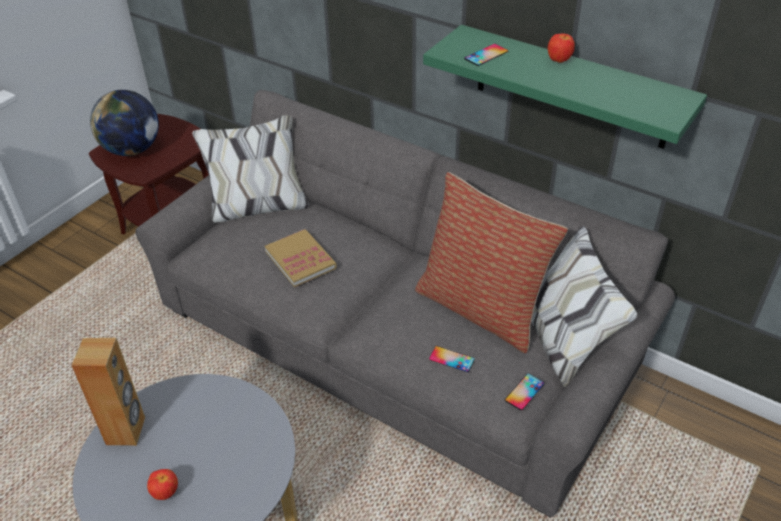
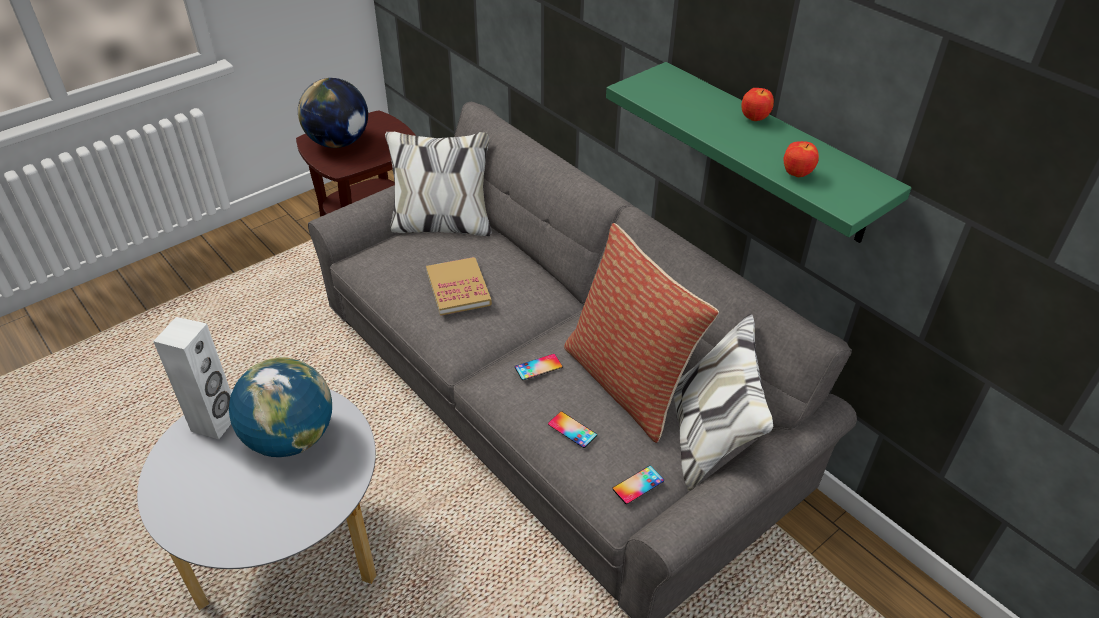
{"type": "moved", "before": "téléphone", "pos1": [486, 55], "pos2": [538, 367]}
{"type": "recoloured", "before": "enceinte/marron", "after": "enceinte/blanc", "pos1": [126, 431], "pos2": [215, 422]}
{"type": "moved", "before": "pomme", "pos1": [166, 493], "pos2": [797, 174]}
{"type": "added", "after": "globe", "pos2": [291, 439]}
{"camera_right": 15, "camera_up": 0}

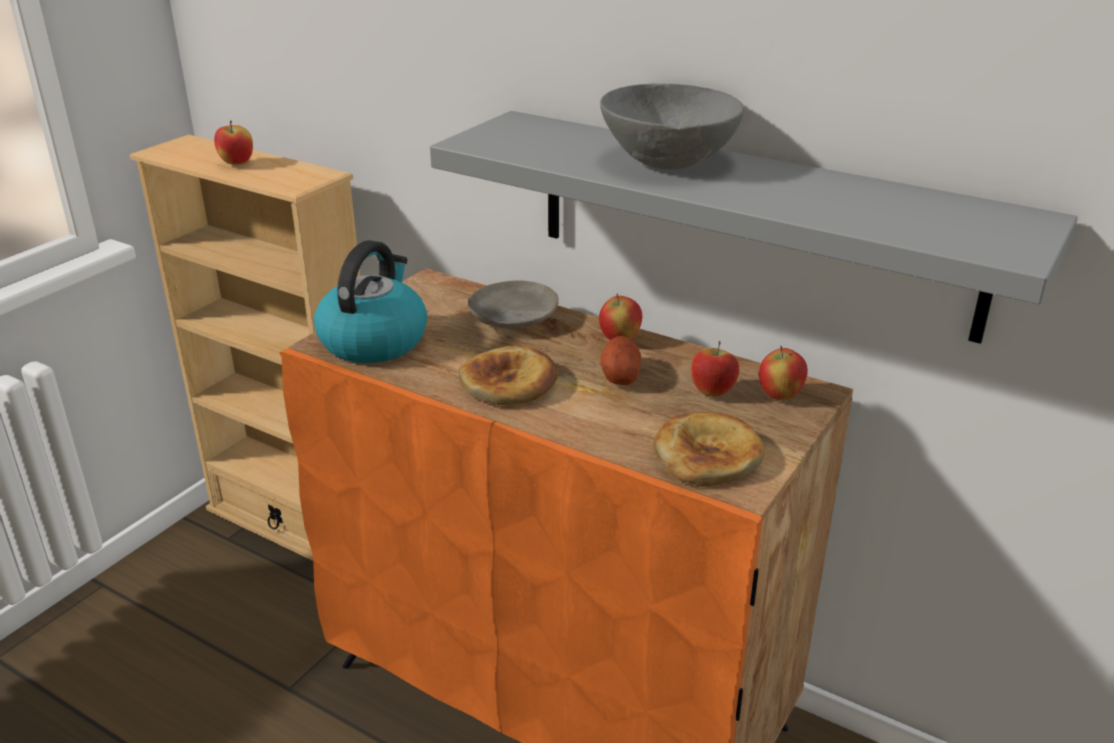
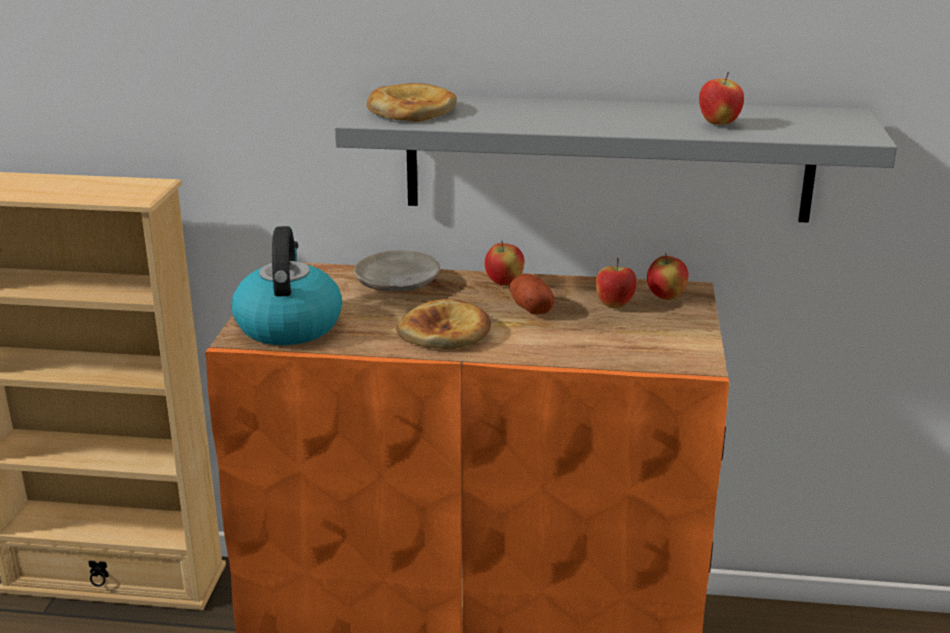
{"type": "removed", "before": "bol/gris", "pos1": [668, 160]}
{"type": "moved", "before": "pomme", "pos1": [237, 164], "pos2": [719, 124]}
{"type": "moved", "before": "pain", "pos1": [707, 455], "pos2": [411, 110]}
{"camera_right": -25, "camera_up": -5}

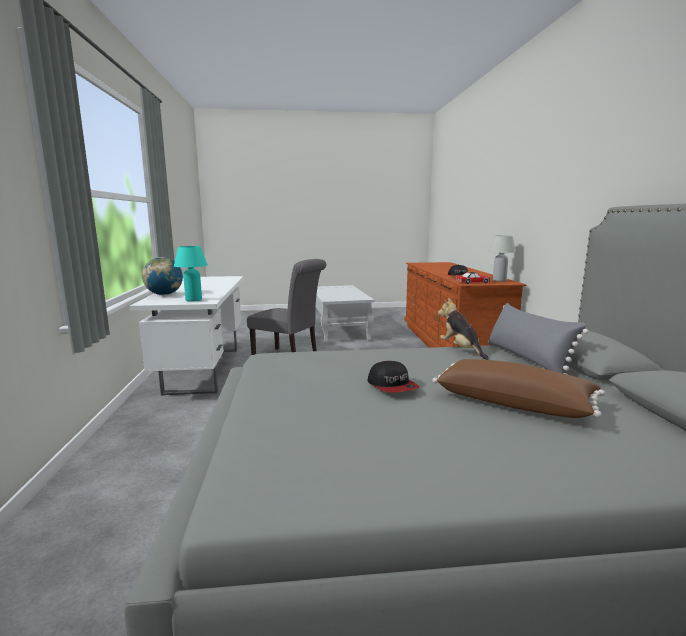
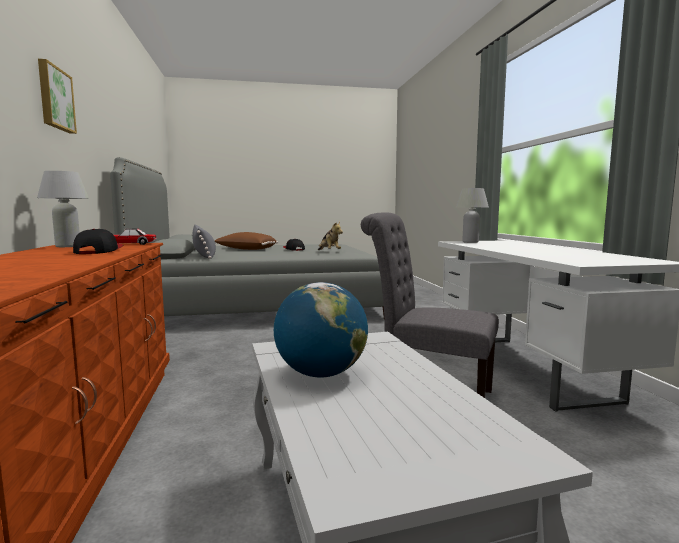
{"type": "recoloured", "before": "lampe de table/turquoise", "after": "lampe de table/blanc", "pos1": [193, 300], "pos2": [470, 242]}
{"type": "moved", "before": "globe", "pos1": [164, 294], "pos2": [321, 374]}
{"type": "moved", "before": "peluche", "pos1": [461, 350], "pos2": [329, 252]}
{"type": "added", "after": "tableau", "pos2": [54, 98]}
{"camera_right": 175, "camera_up": -5}

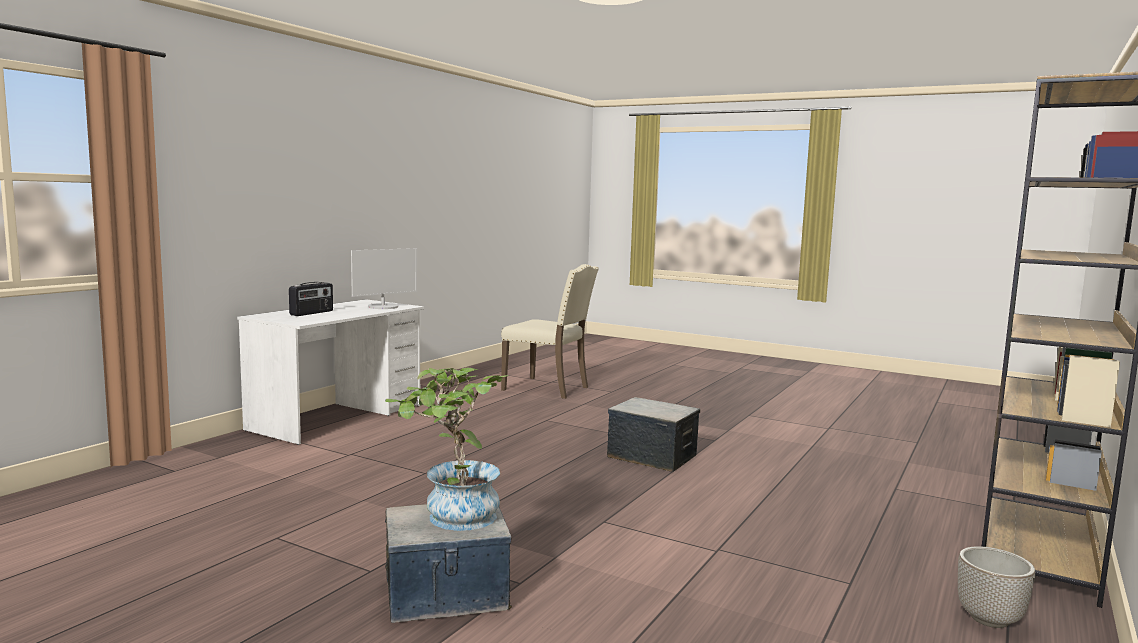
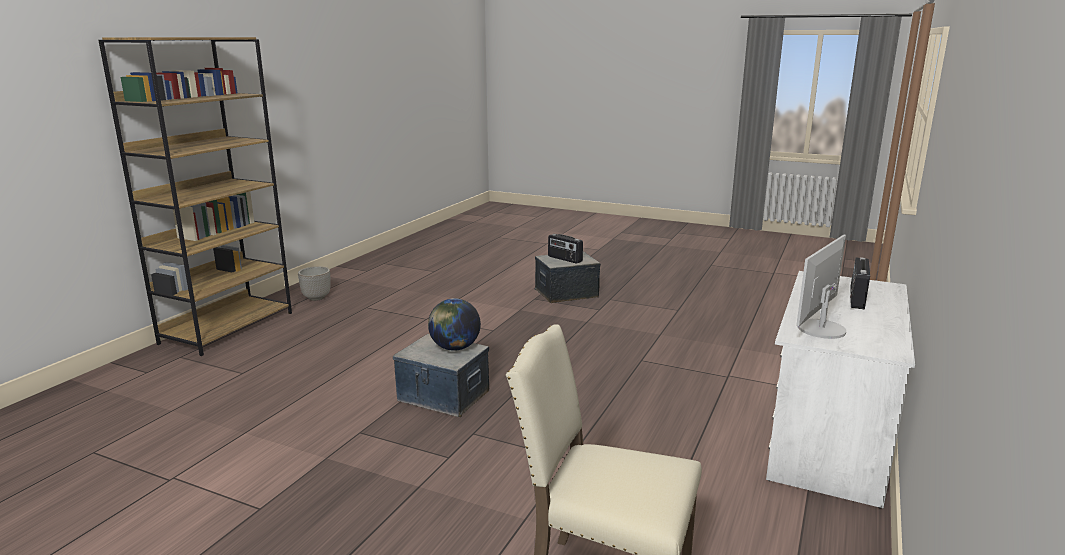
{"type": "replaced", "before": "plante en pot", "after": "radio", "pos1": [452, 518], "pos2": [564, 259]}
{"type": "added", "after": "globe", "pos2": [454, 348]}
{"camera_right": 175, "camera_up": 10}

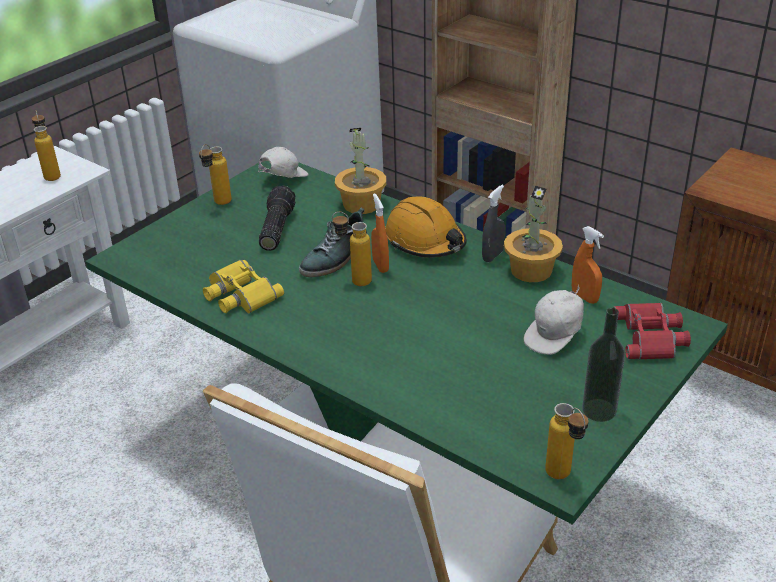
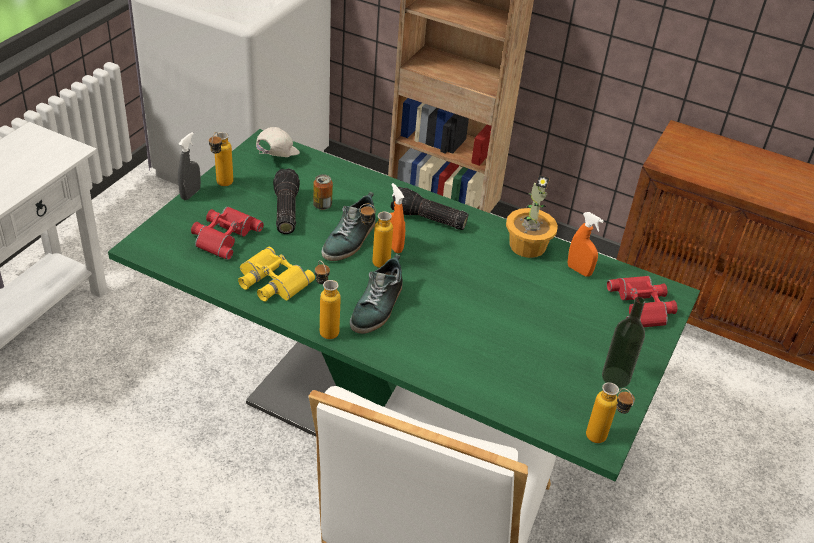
{"type": "moved", "before": "bouteille", "pos1": [52, 174], "pos2": [325, 328]}
{"type": "removed", "before": "plante en pot", "pos1": [361, 205]}
{"type": "moved", "before": "vaporisateur/gris", "pos1": [492, 256], "pos2": [190, 194]}
{"type": "replaced", "before": "casque de chantier/orange", "after": "lampe de poche", "pos1": [425, 241], "pos2": [427, 219]}
{"type": "removed", "before": "casquette/blanc", "pos1": [555, 336]}
{"type": "added", "after": "boîte métallique", "pos2": [322, 205]}
{"type": "added", "after": "jumelles/rouge", "pos2": [224, 235]}
{"type": "added", "after": "chaussure", "pos2": [378, 307]}
{"camera_right": -15, "camera_up": 5}

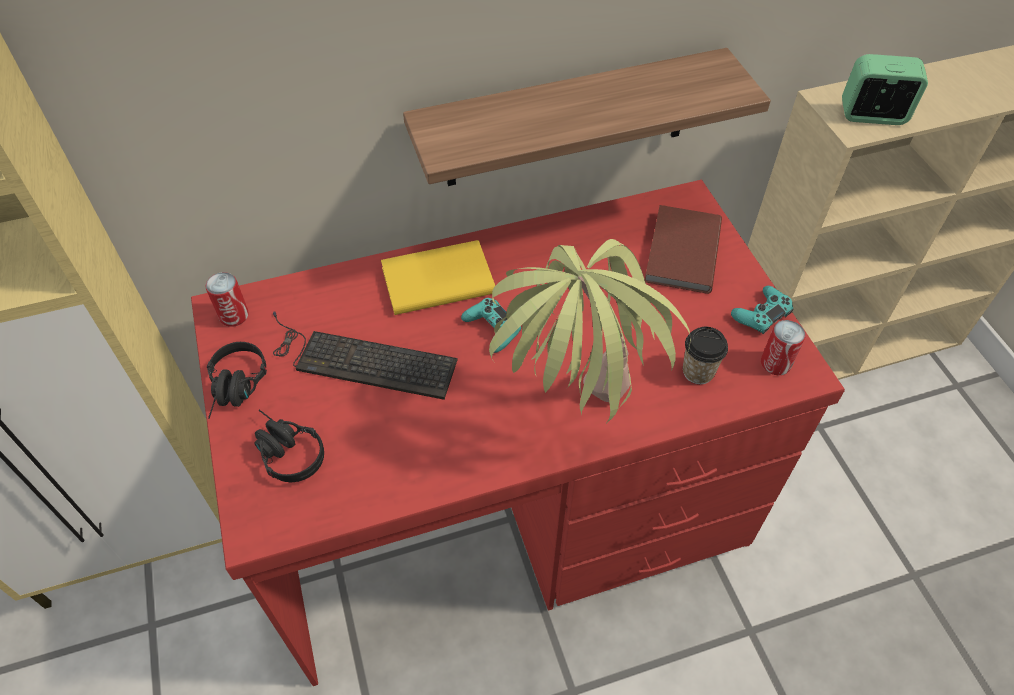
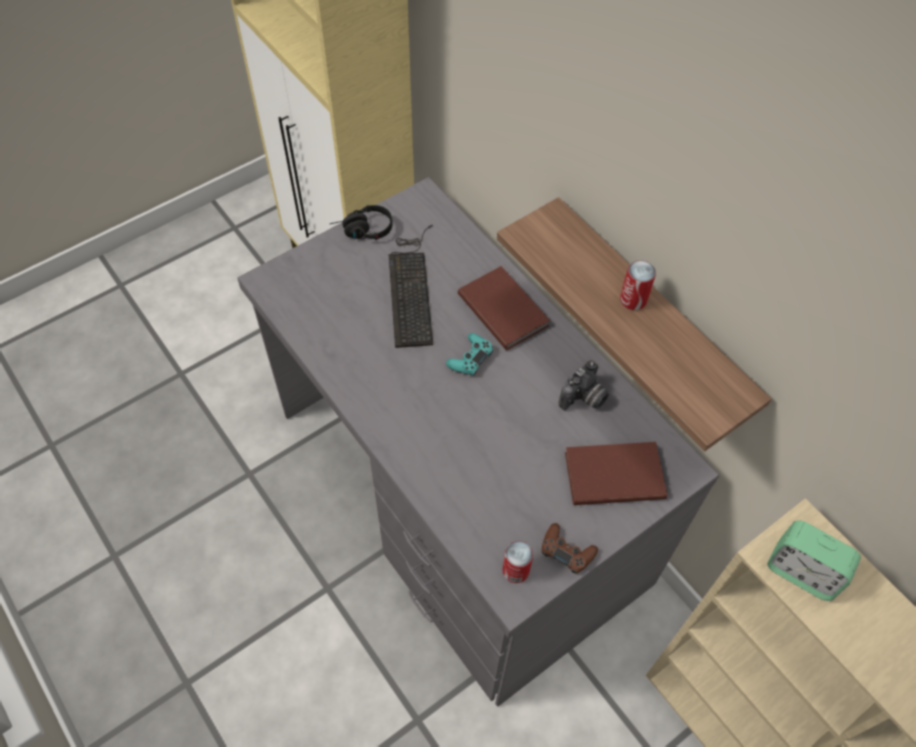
{"type": "turned", "before": "réveil", "pos1": [872, 115], "pos2": [802, 572], "turn": 135}
{"type": "recoloured", "before": "bureau/rouge", "after": "bureau/gris", "pos1": [507, 510], "pos2": [459, 498]}
{"type": "removed", "before": "plante en pot", "pos1": [572, 420]}
{"type": "recoloured", "before": "livre/jaune", "after": "livre/marron", "pos1": [436, 279], "pos2": [504, 308]}
{"type": "moved", "before": "boîte métallique", "pos1": [234, 315], "pos2": [633, 299]}
{"type": "recoloured", "before": "manette/turquoise", "after": "manette/marron", "pos1": [761, 314], "pos2": [566, 551]}
{"type": "removed", "before": "tasse", "pos1": [698, 372]}
{"type": "removed", "before": "casque audio/noir", "pos1": [284, 451]}
{"type": "added", "after": "appareil photo", "pos2": [584, 399]}
{"camera_right": 70, "camera_up": 5}

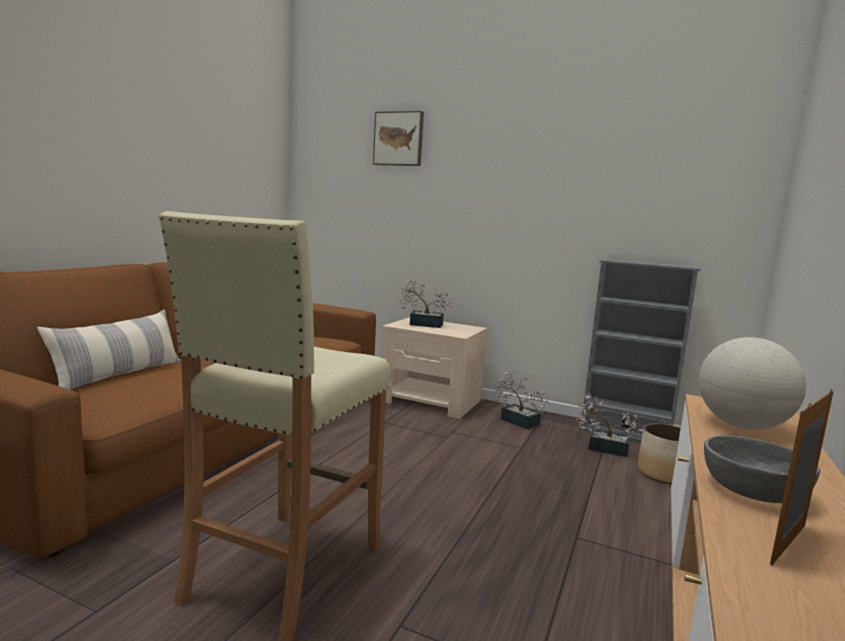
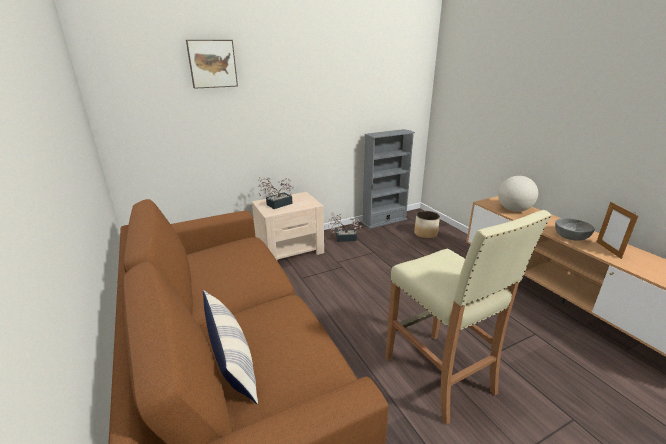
{"type": "removed", "before": "plante en pot", "pos1": [602, 447]}
{"camera_right": -50, "camera_up": 15}

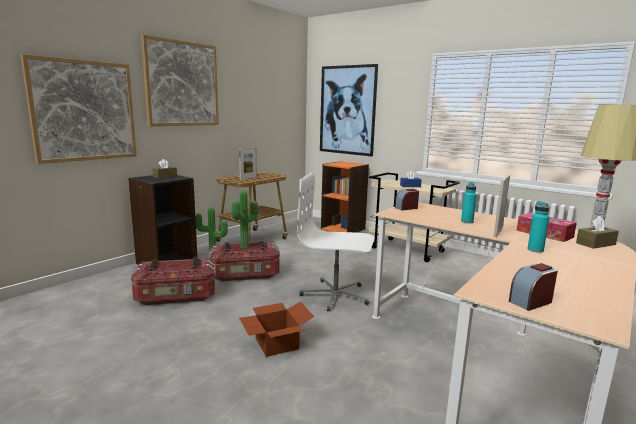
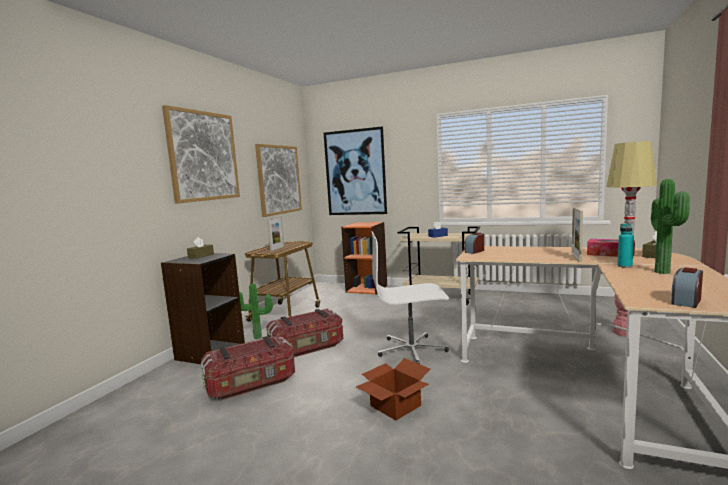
{"type": "moved", "before": "tableau", "pos1": [84, 111], "pos2": [279, 179]}
{"type": "removed", "before": "bouteille/turquoise", "pos1": [467, 221]}
{"type": "moved", "before": "plante en pot", "pos1": [245, 247], "pos2": [665, 272]}
{"camera_right": -15, "camera_up": -5}

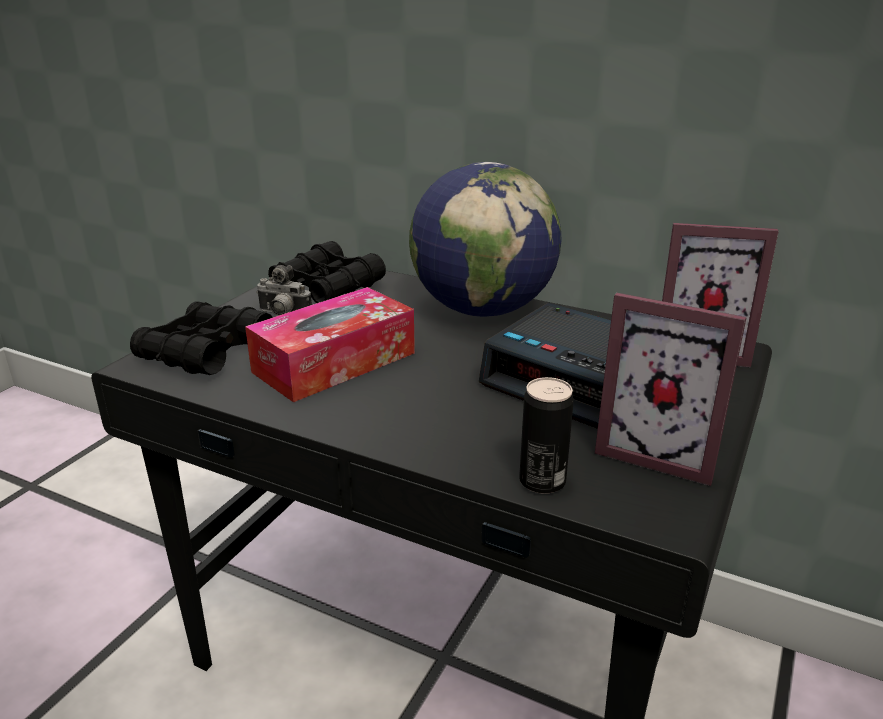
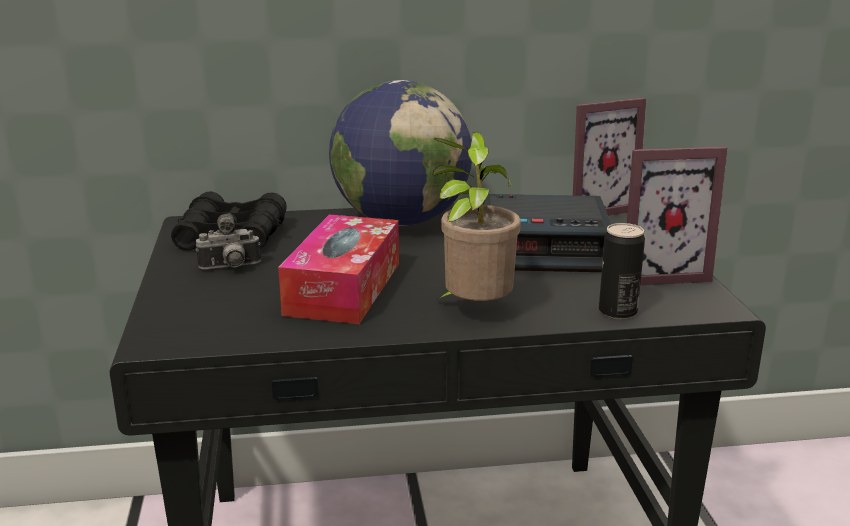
{"type": "removed", "before": "jumelles/noir", "pos1": [206, 351]}
{"type": "added", "after": "plante en pot", "pos2": [474, 311]}
{"camera_right": -35, "camera_up": -5}

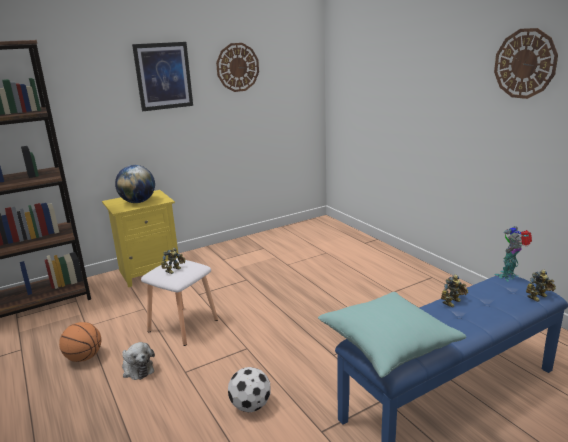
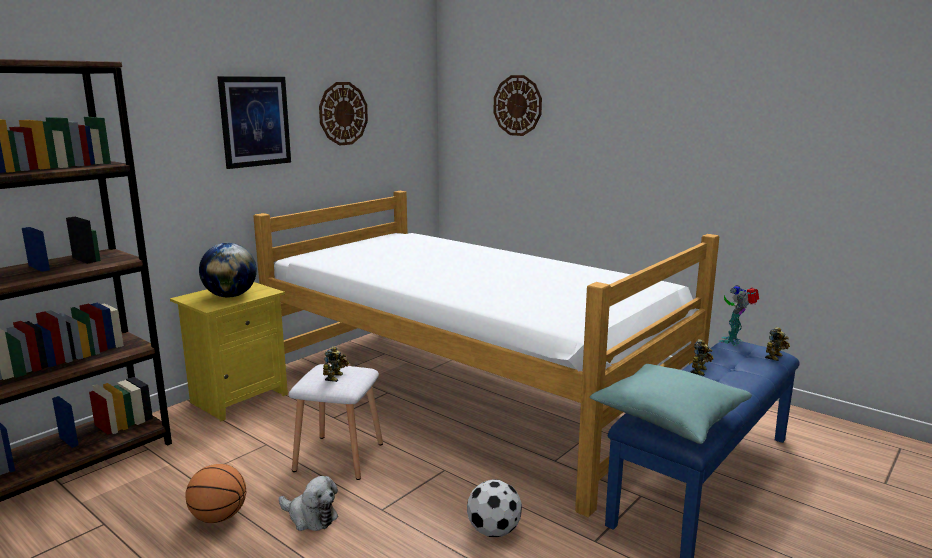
{"type": "moved", "before": "horloge murale", "pos1": [525, 63], "pos2": [517, 105]}
{"type": "added", "after": "lit", "pos2": [469, 391]}
{"camera_right": -20, "camera_up": -5}

